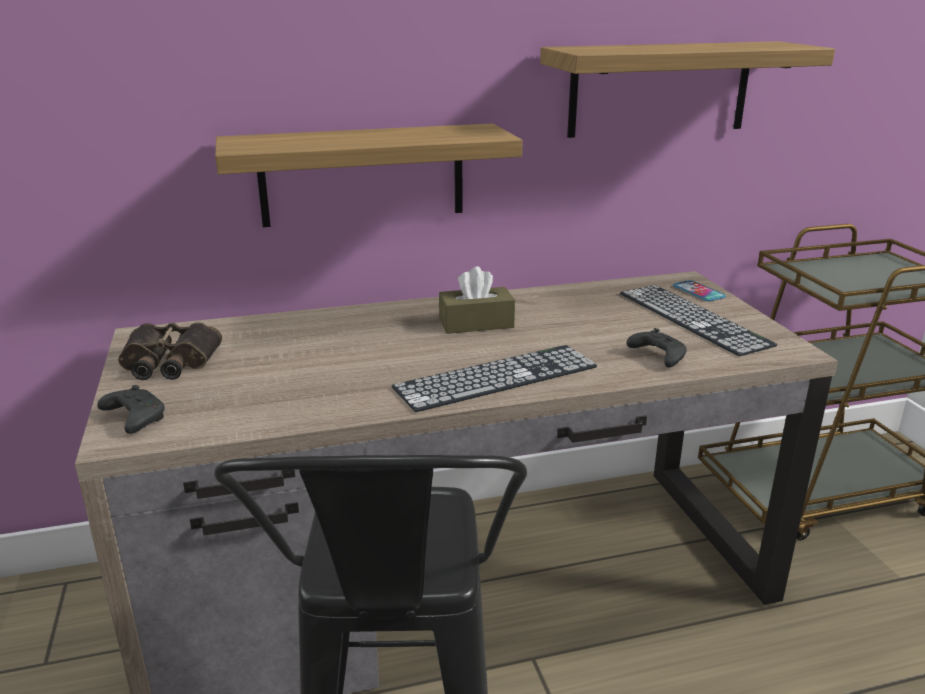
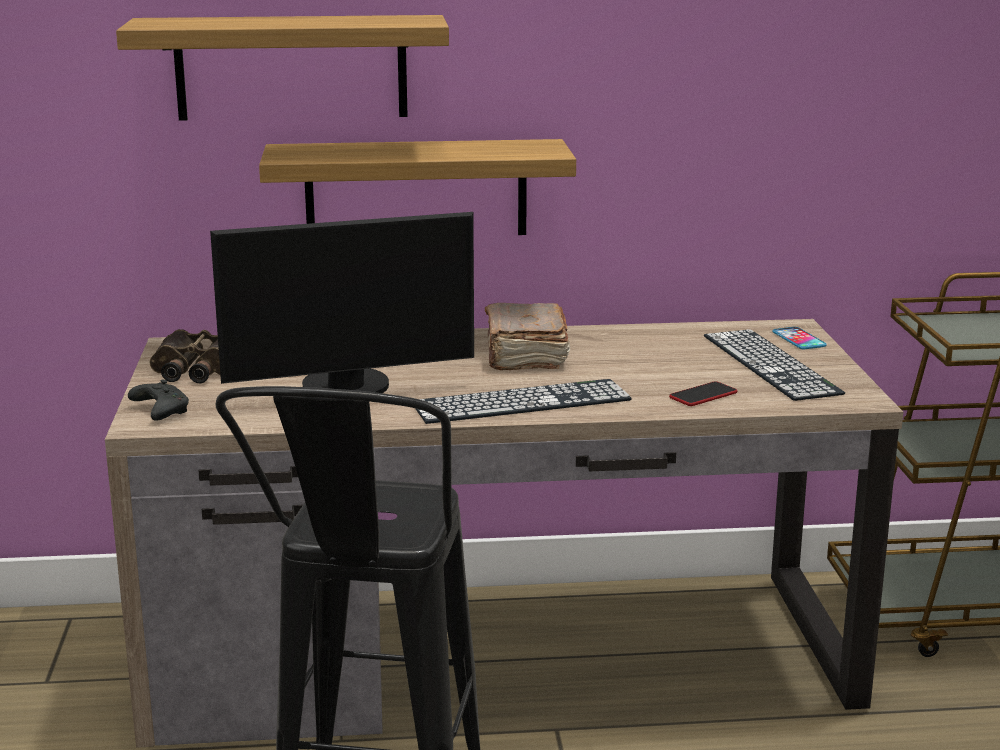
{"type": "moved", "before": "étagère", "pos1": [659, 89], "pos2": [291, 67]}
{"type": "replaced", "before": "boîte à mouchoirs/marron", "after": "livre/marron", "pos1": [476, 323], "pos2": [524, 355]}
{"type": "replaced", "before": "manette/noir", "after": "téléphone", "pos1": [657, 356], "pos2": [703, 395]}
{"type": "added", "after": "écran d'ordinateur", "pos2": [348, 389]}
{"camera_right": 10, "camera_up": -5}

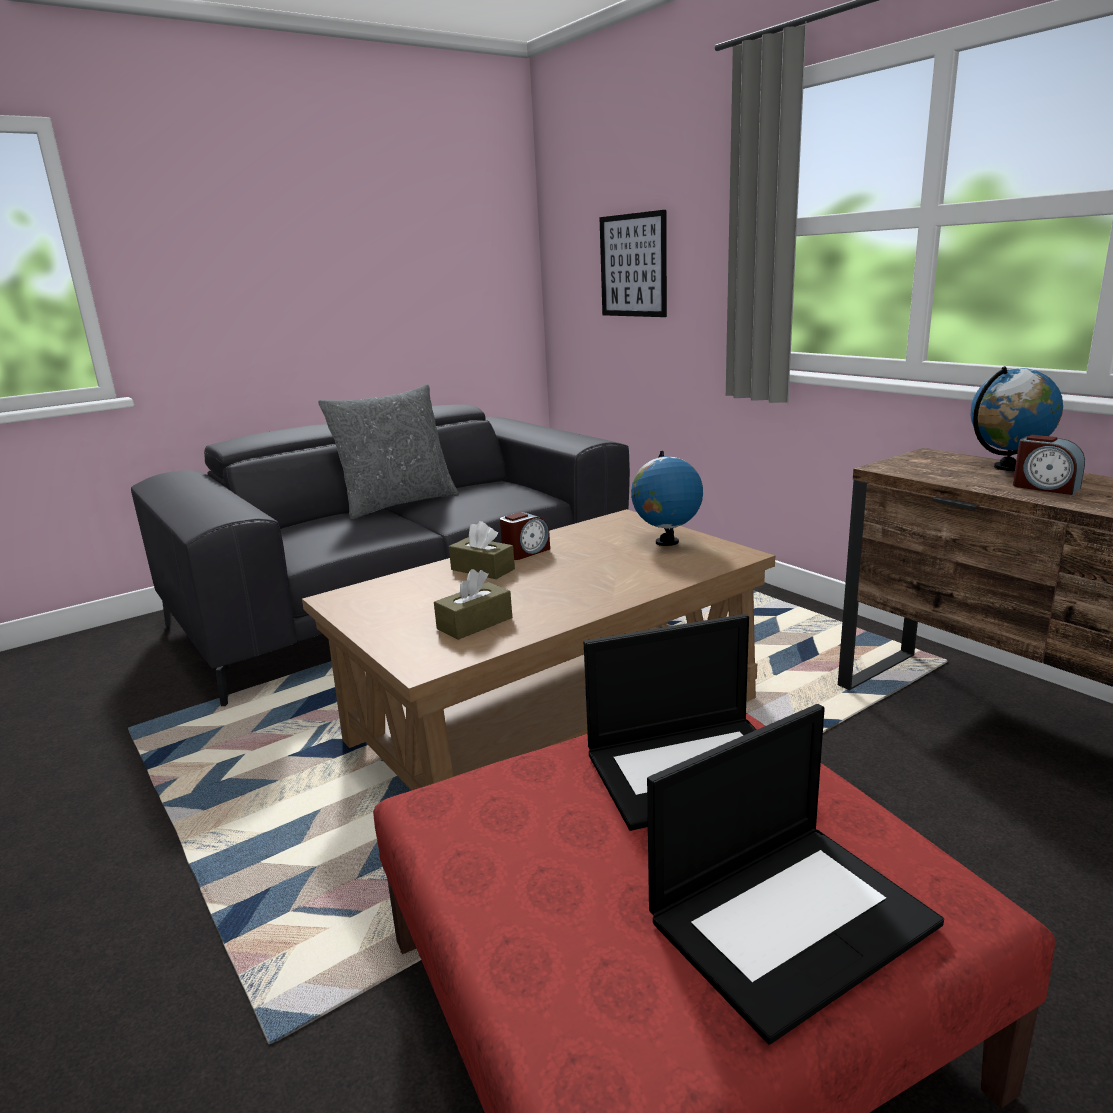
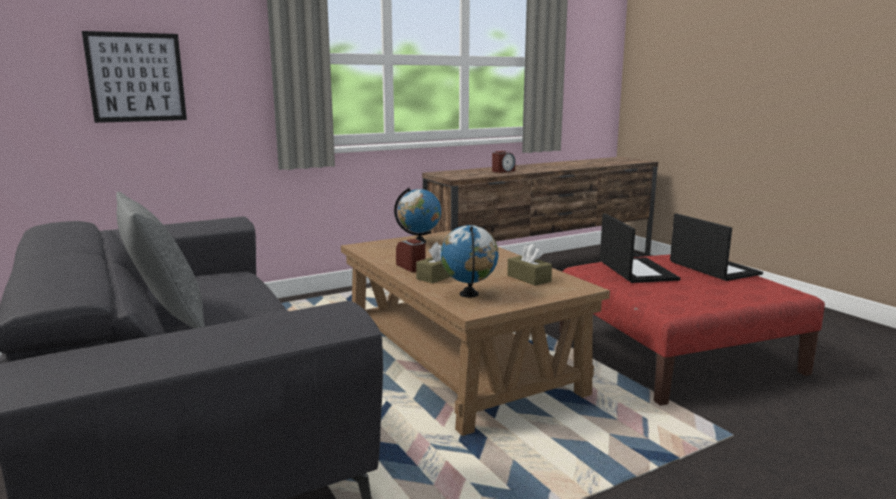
{"type": "moved", "before": "globe", "pos1": [1007, 468], "pos2": [469, 294]}
{"camera_right": -85, "camera_up": -5}

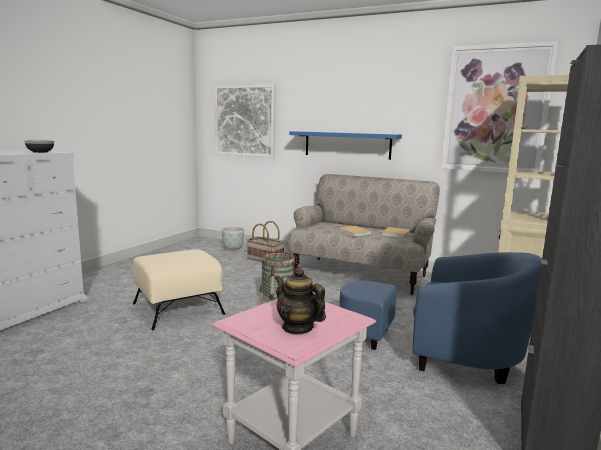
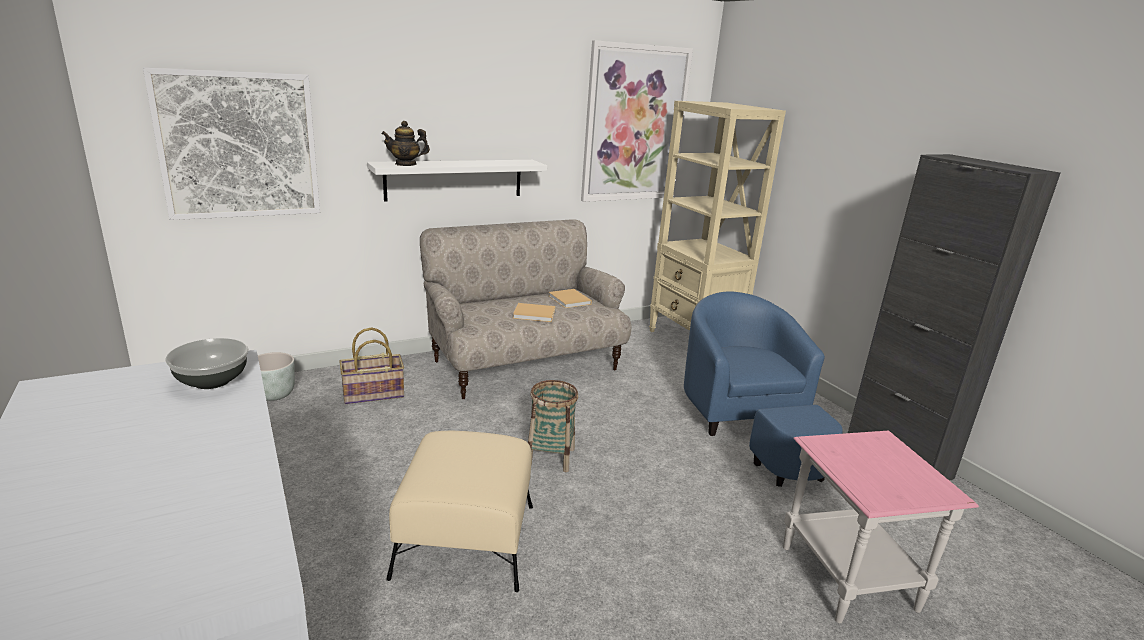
{"type": "recoloured", "before": "étagère/bleu", "after": "étagère/blanc", "pos1": [347, 145], "pos2": [454, 179]}
{"type": "turned", "before": "fauteuil/bleu", "pos1": [439, 352], "pos2": [747, 425], "turn": -75}
{"type": "moved", "before": "théière", "pos1": [297, 328], "pos2": [406, 164]}
{"camera_right": -55, "camera_up": 10}

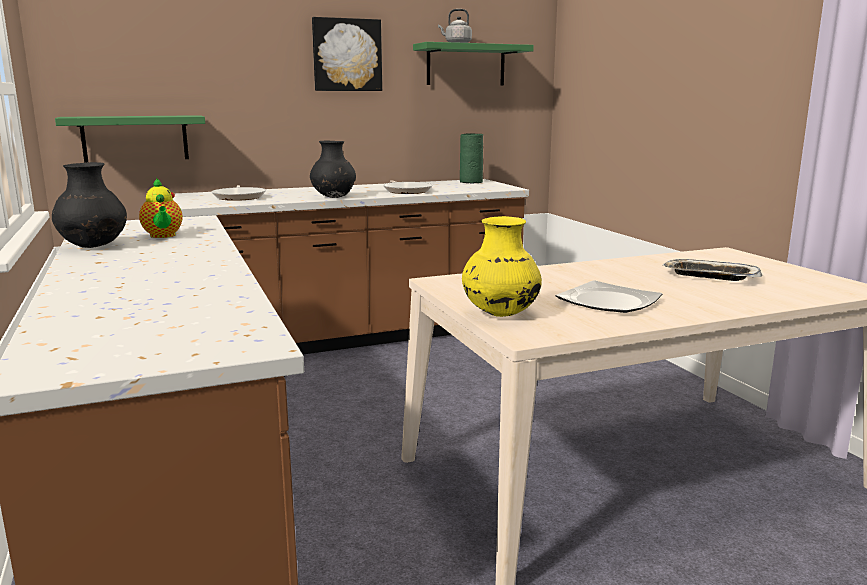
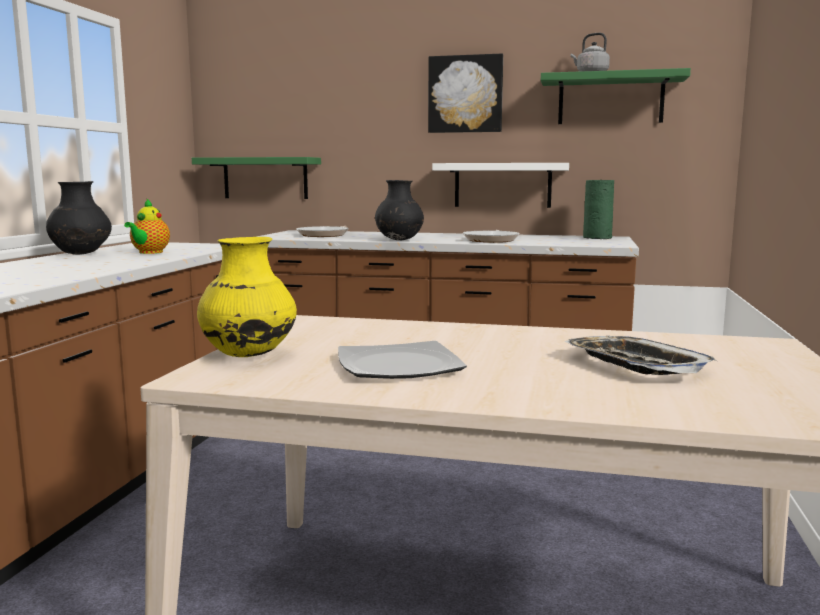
{"type": "added", "after": "étagère/blanc", "pos2": [502, 185]}
{"camera_right": 35, "camera_up": -5}

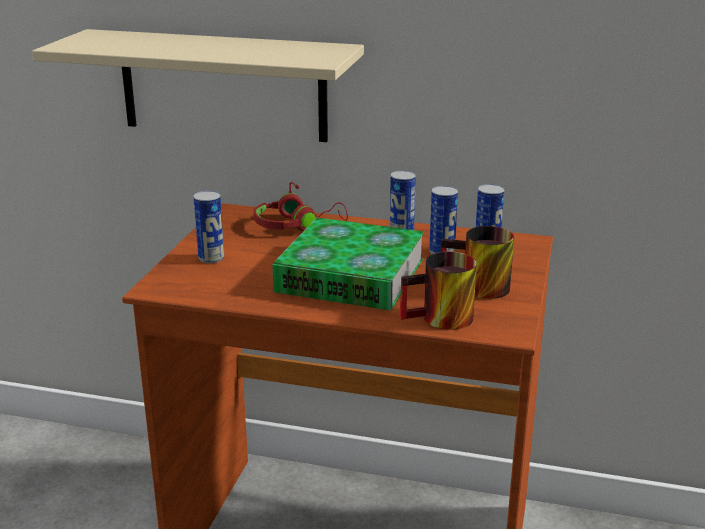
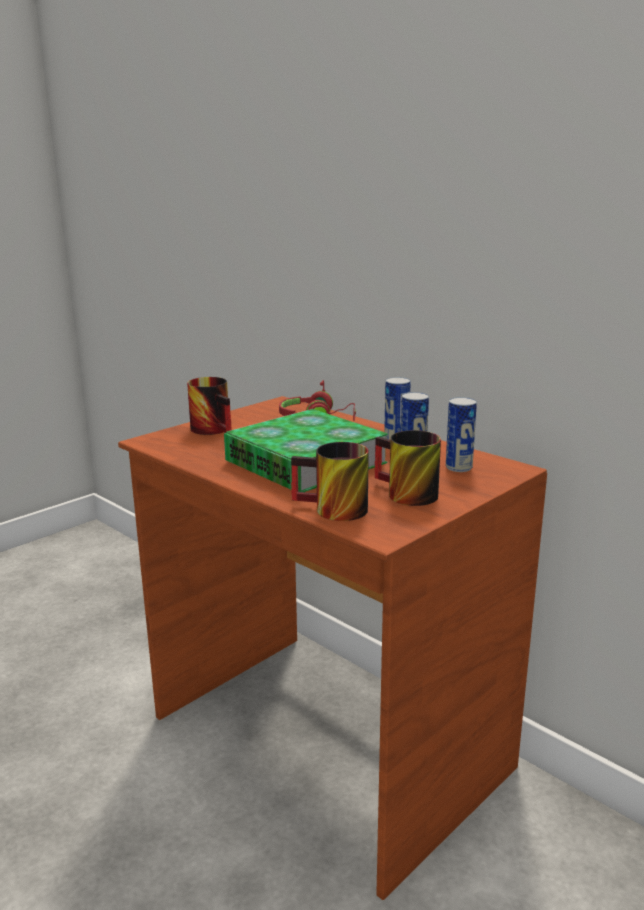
{"type": "removed", "before": "étagère/beige", "pos1": [223, 85]}
{"type": "replaced", "before": "boîte métallique", "after": "mug", "pos1": [211, 258], "pos2": [217, 429]}
{"camera_right": 30, "camera_up": -5}

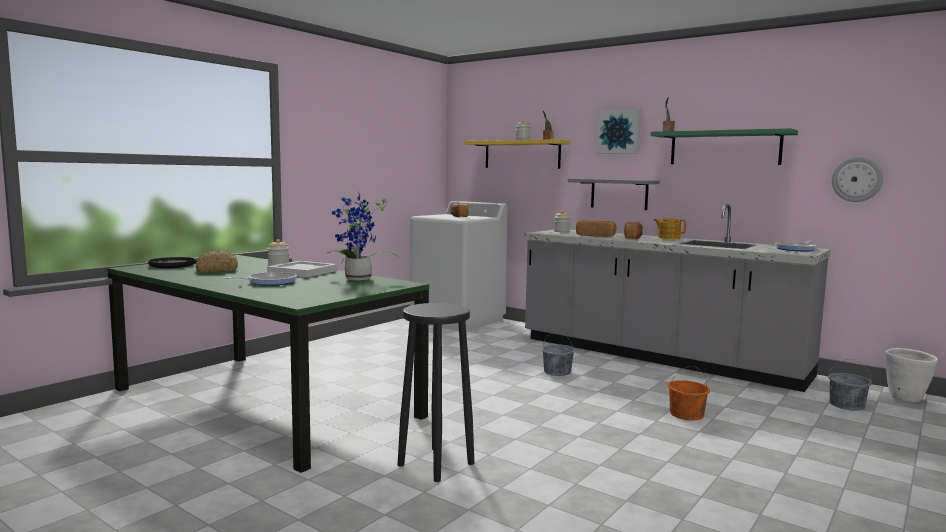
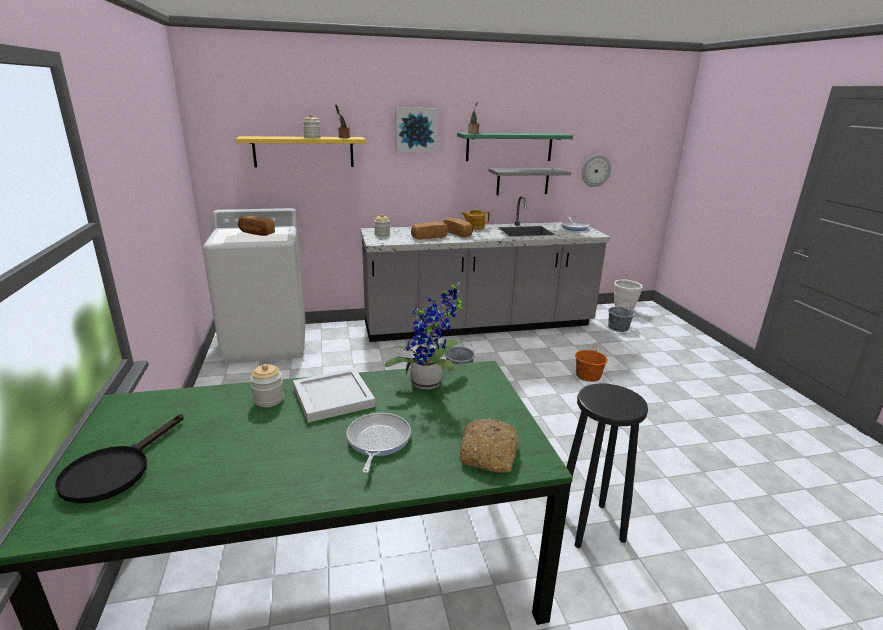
{"type": "moved", "before": "étagère/gris", "pos1": [619, 194], "pos2": [522, 181]}
{"type": "moved", "before": "pain", "pos1": [216, 270], "pos2": [489, 454]}
{"camera_right": -50, "camera_up": 15}

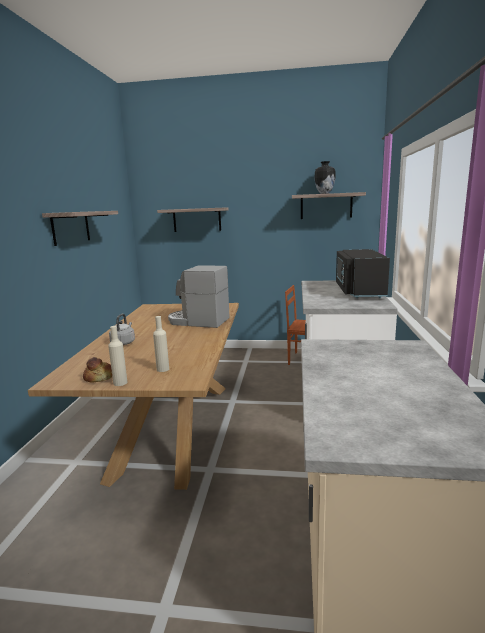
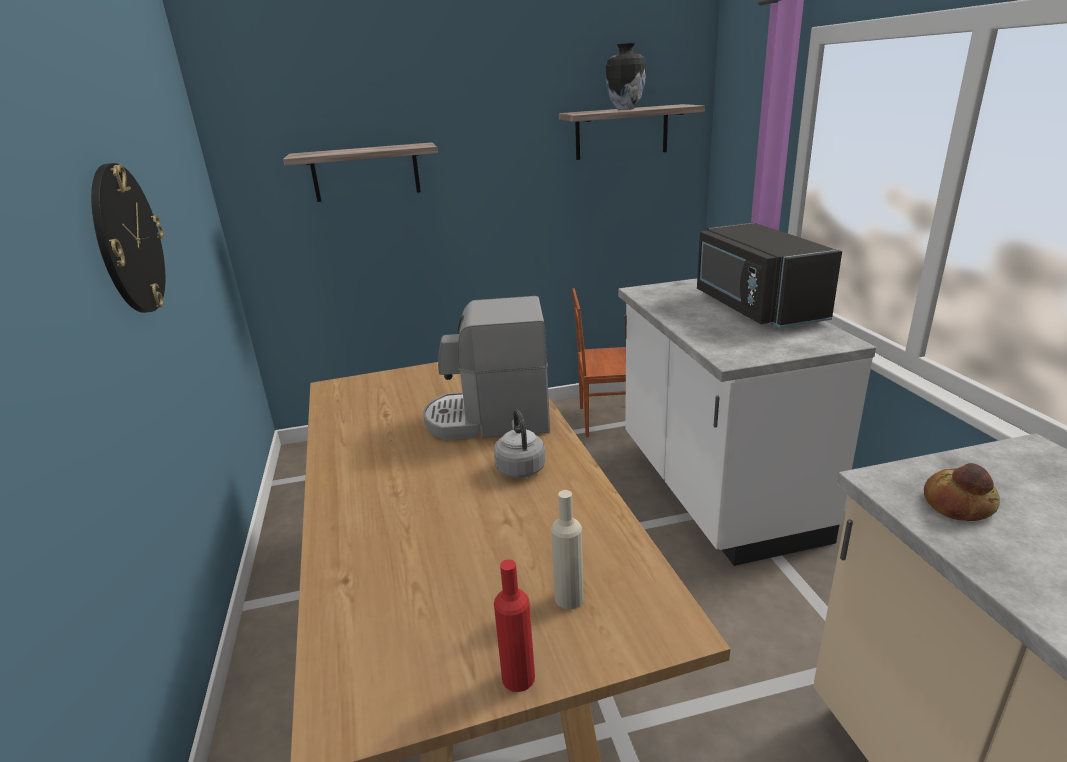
{"type": "replaced", "before": "étagère", "after": "horloge murale", "pos1": [71, 227], "pos2": [128, 240]}
{"type": "moved", "before": "bouilloire/gris", "pos1": [123, 343], "pos2": [520, 467]}
{"type": "recoloured", "before": "bouteille/beige", "after": "bouteille/rouge", "pos1": [120, 383], "pos2": [518, 677]}
{"type": "moved", "before": "pain", "pos1": [100, 378], "pos2": [959, 504]}
{"camera_right": -20, "camera_up": 10}

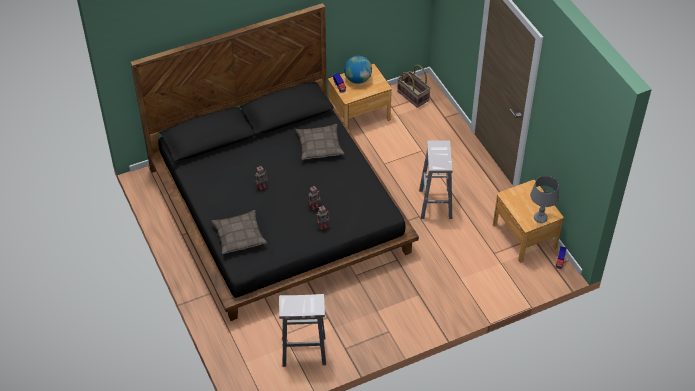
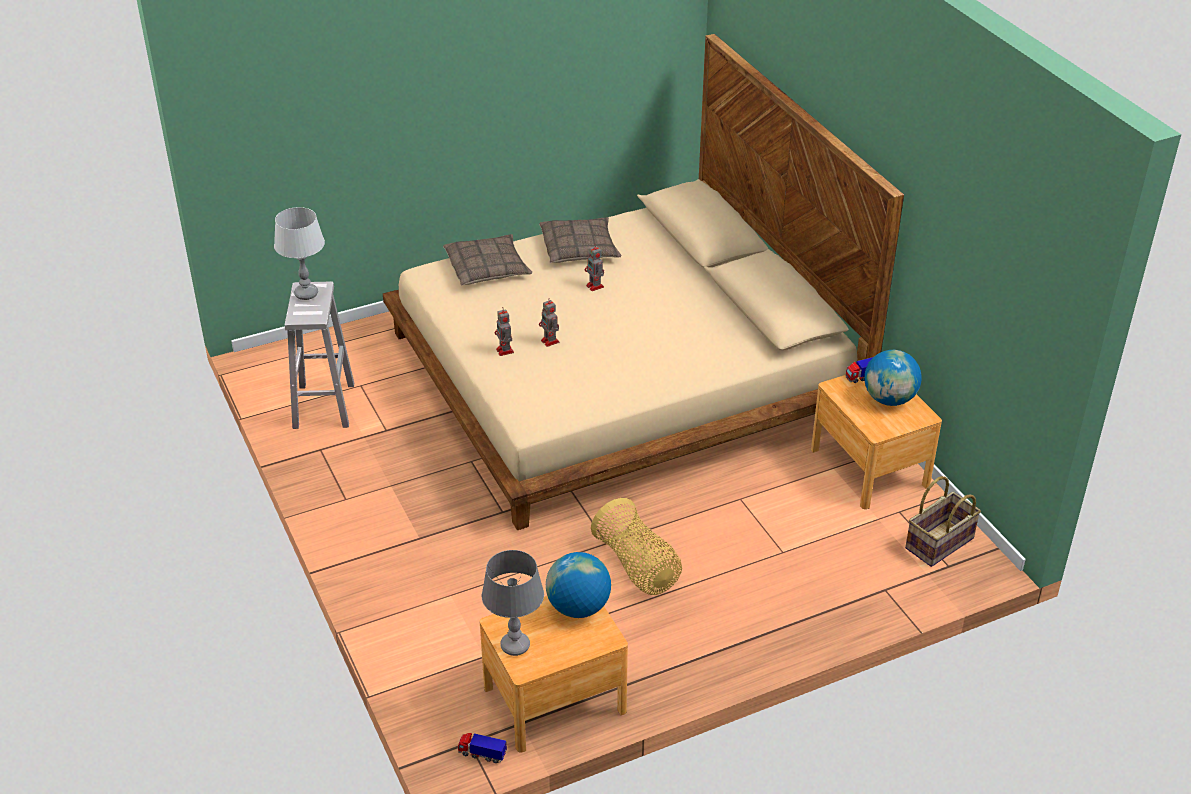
{"type": "recoloured", "before": "lit/noir", "after": "lit/beige", "pos1": [279, 209], "pos2": [620, 375]}
{"type": "moved", "before": "coussin", "pos1": [319, 146], "pos2": [579, 248]}
{"type": "replaced", "before": "tabouret/blanc", "after": "panier", "pos1": [435, 204], "pos2": [637, 567]}
{"type": "added", "after": "lampe de table/gris", "pos2": [306, 294]}
{"type": "added", "after": "globe", "pos2": [578, 607]}
{"camera_right": 90, "camera_up": -10}

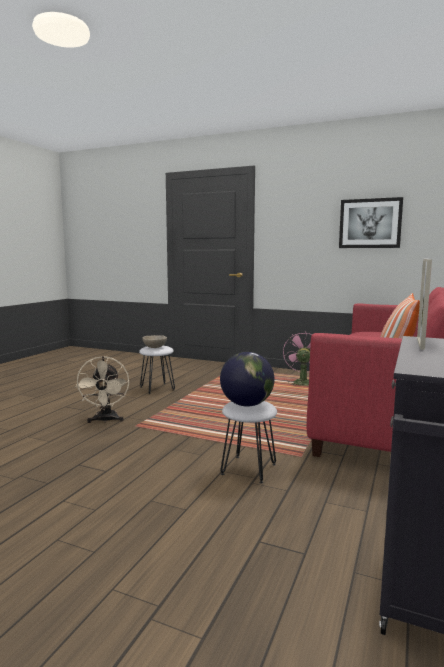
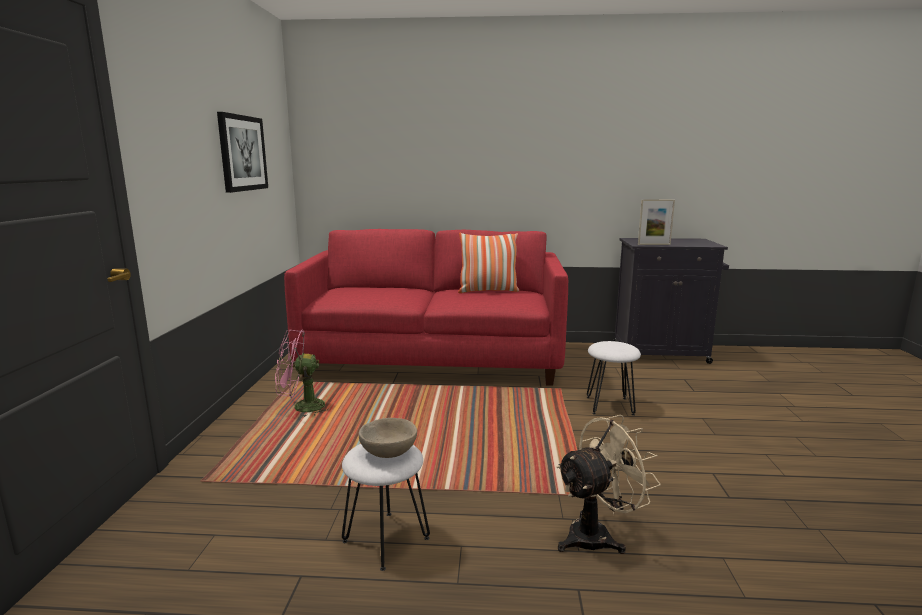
{"type": "removed", "before": "globe", "pos1": [247, 404]}
{"camera_right": -110, "camera_up": 5}

